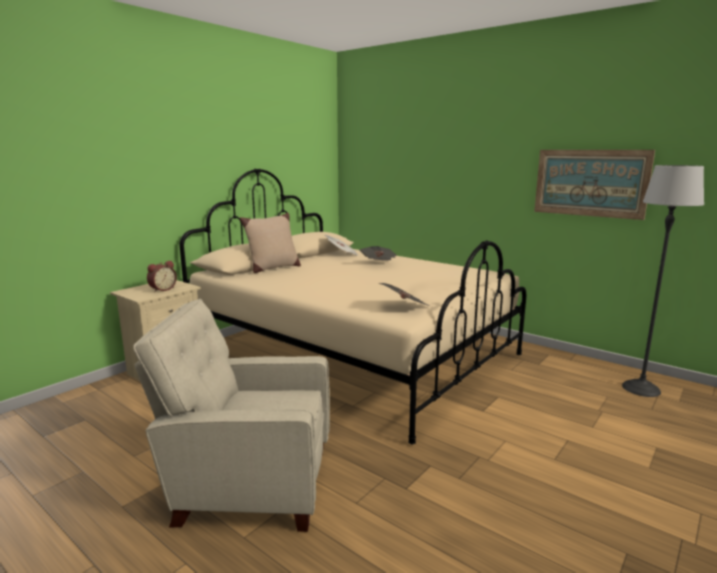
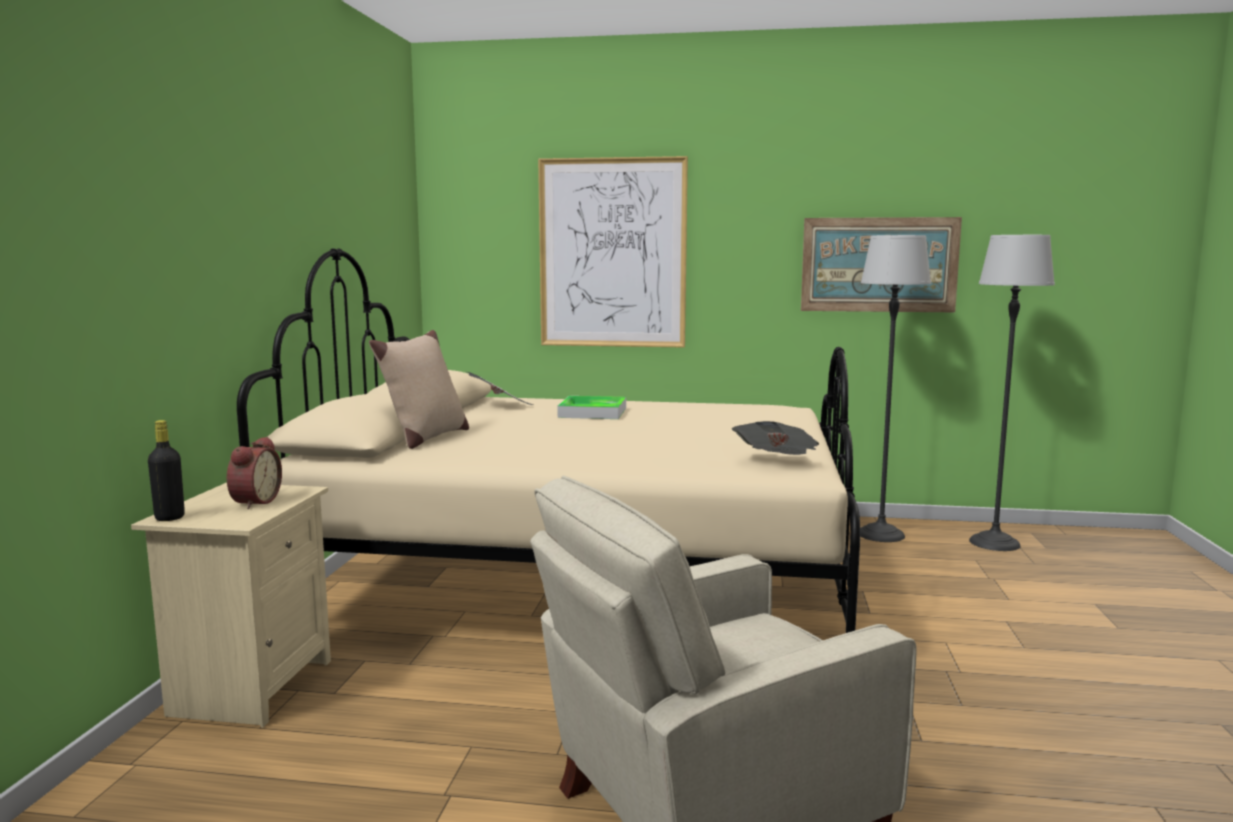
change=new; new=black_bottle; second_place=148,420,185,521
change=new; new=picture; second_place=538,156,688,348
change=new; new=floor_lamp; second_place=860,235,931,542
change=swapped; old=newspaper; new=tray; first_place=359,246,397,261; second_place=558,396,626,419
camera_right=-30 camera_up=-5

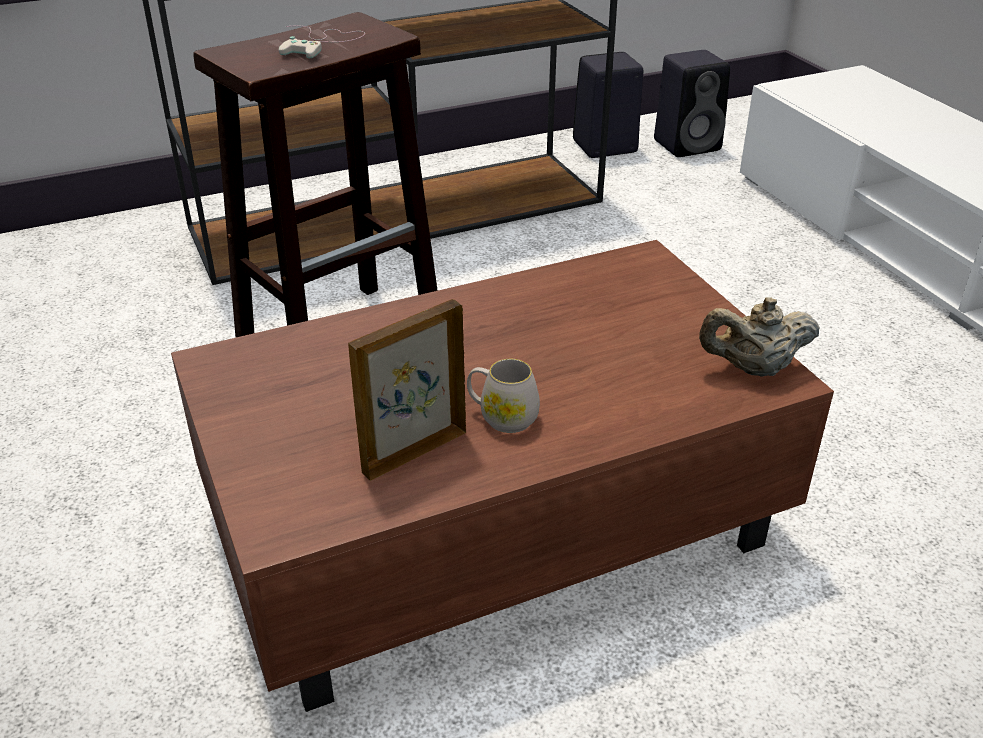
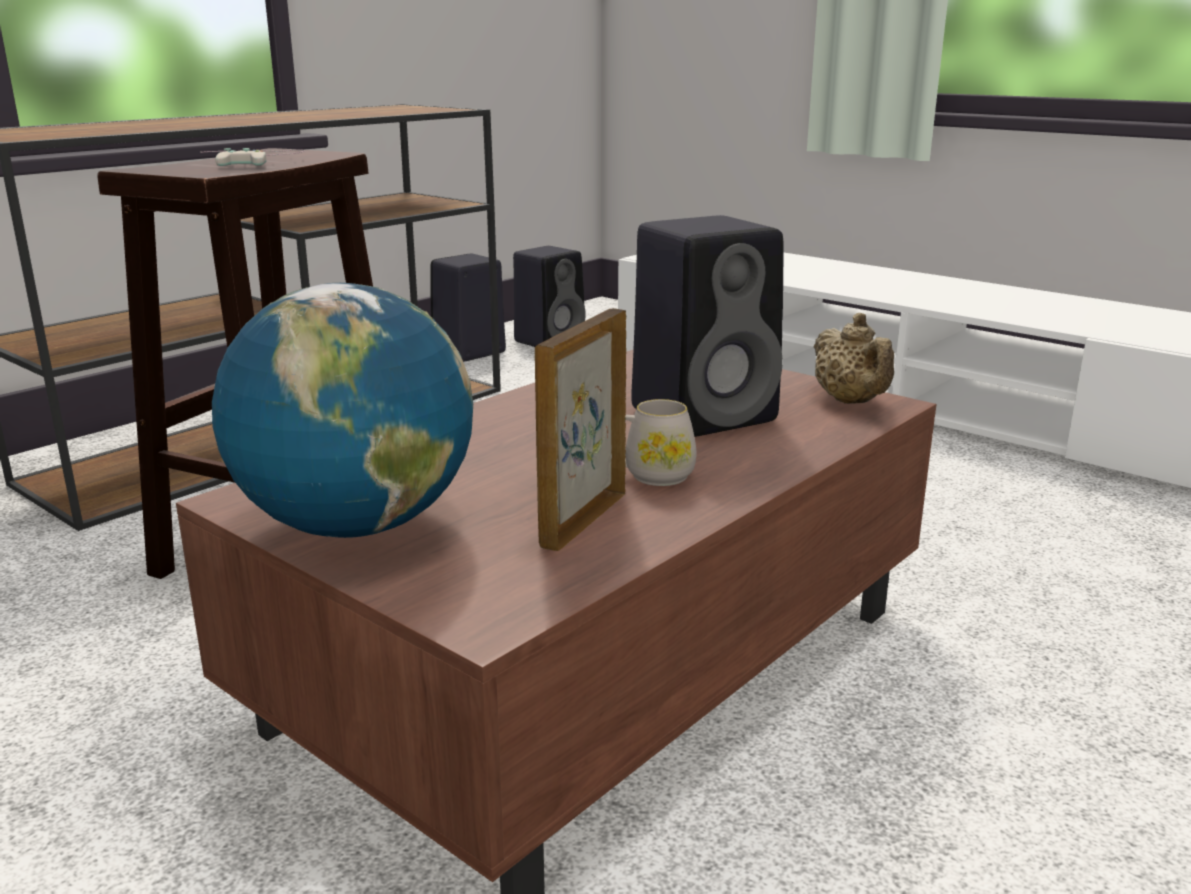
change=new; new=globe; second_place=212,283,473,538
change=new; new=black_speaker; second_place=631,215,784,437
change=rotated; old=beige_teapot; first_place=699,297,820,377; second_place=813,313,894,404; degrees=-75
camera_right=-25 camera_up=-15

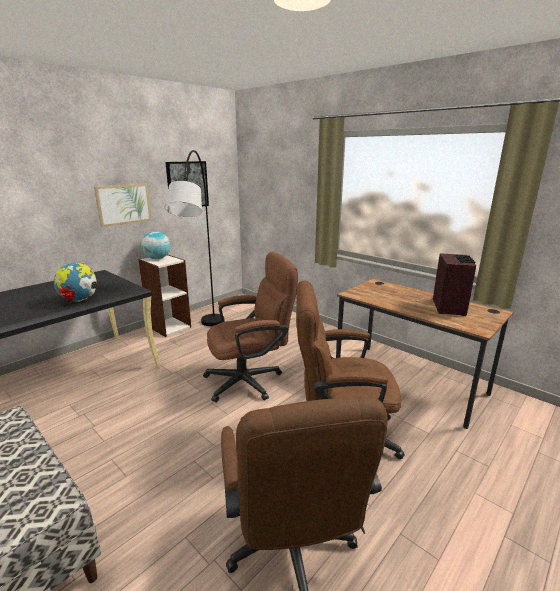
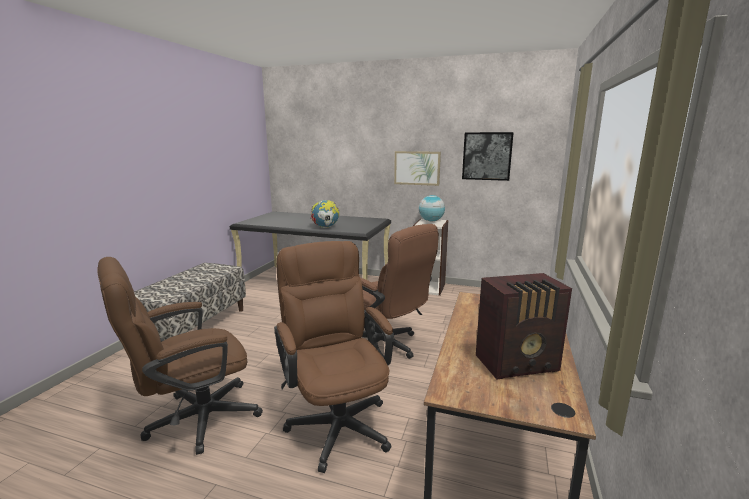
change=gone; old=grey_floor_lamp; first_place=164,150,224,326
camera_right=65 camera_up=-5

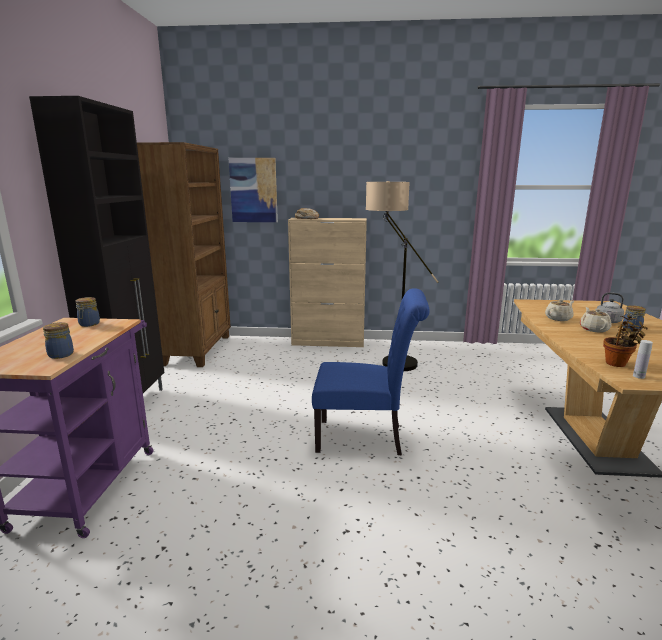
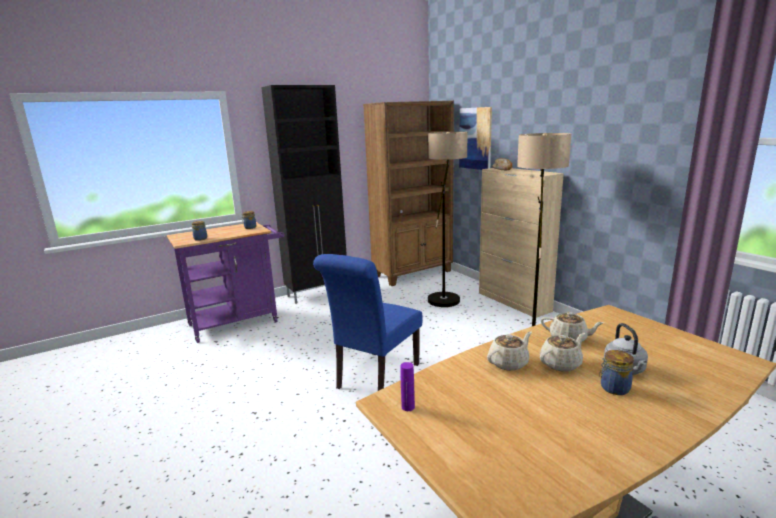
change=gone; old=potted_plant; first_place=603,315,648,367
change=new; new=floor_lamp; second_place=428,132,468,307
change=new; new=beige_teapot; second_place=487,331,532,371
change=repainted; old=white_bottle; new=purple_bottle; first_place=633,340,653,379; second_place=401,362,415,411
change=rotated; old=blue_chair; first_place=312,288,430,455; second_place=313,254,422,391; degrees=60
camera_right=55 camera_up=0

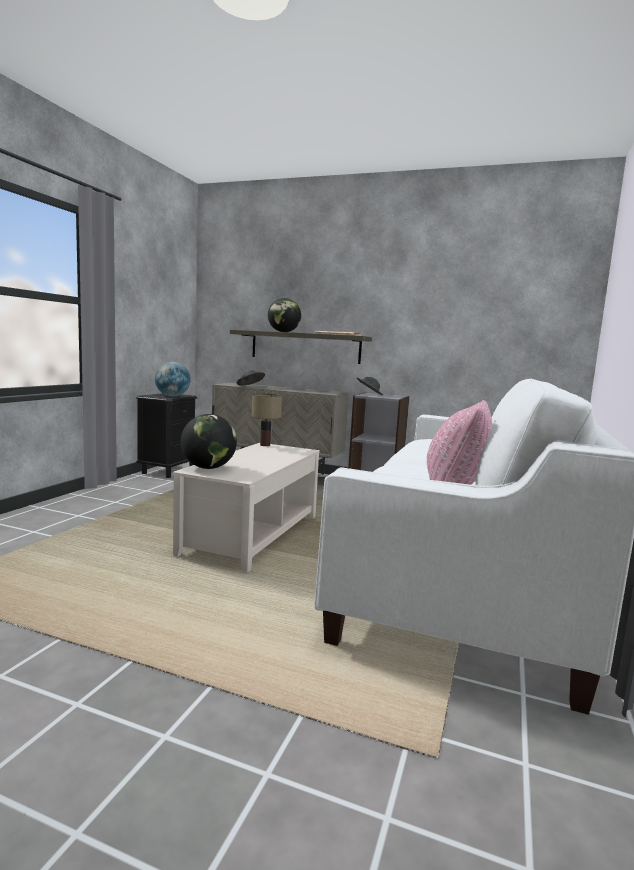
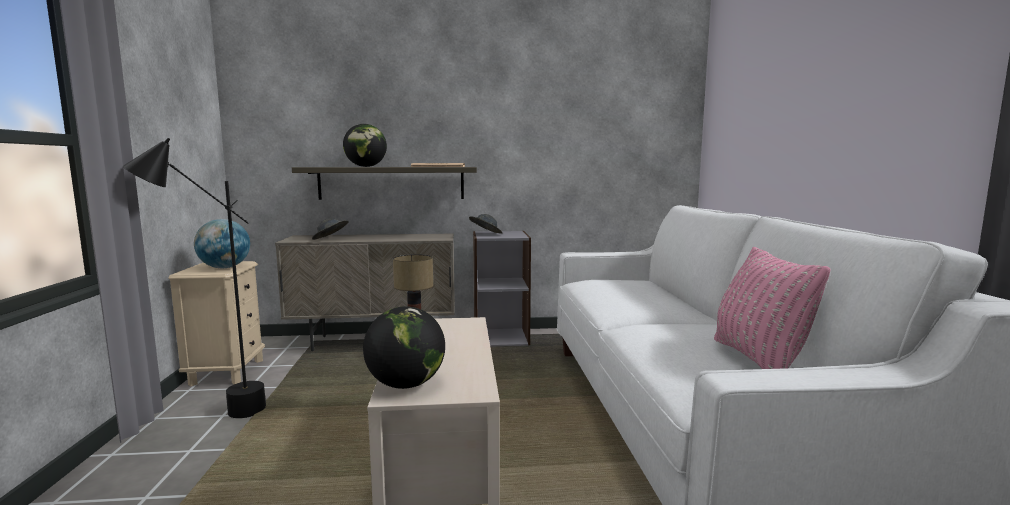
change=new; new=black_floor_lamp; second_place=123,138,266,418
change=repainted; old=black_nightstand; new=beige_nightstand; first_place=136,393,197,478; second_place=168,261,265,386
camera_right=-25 camera_up=0

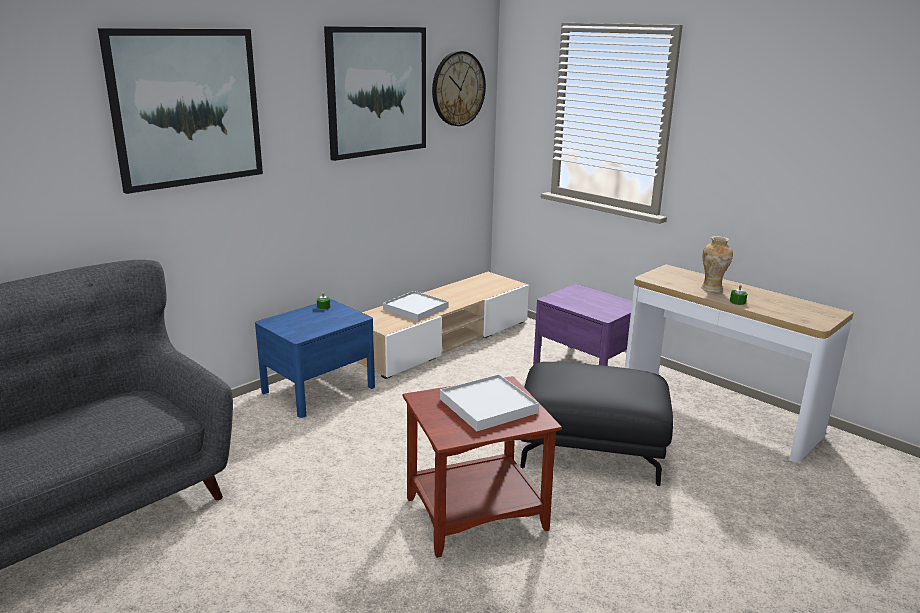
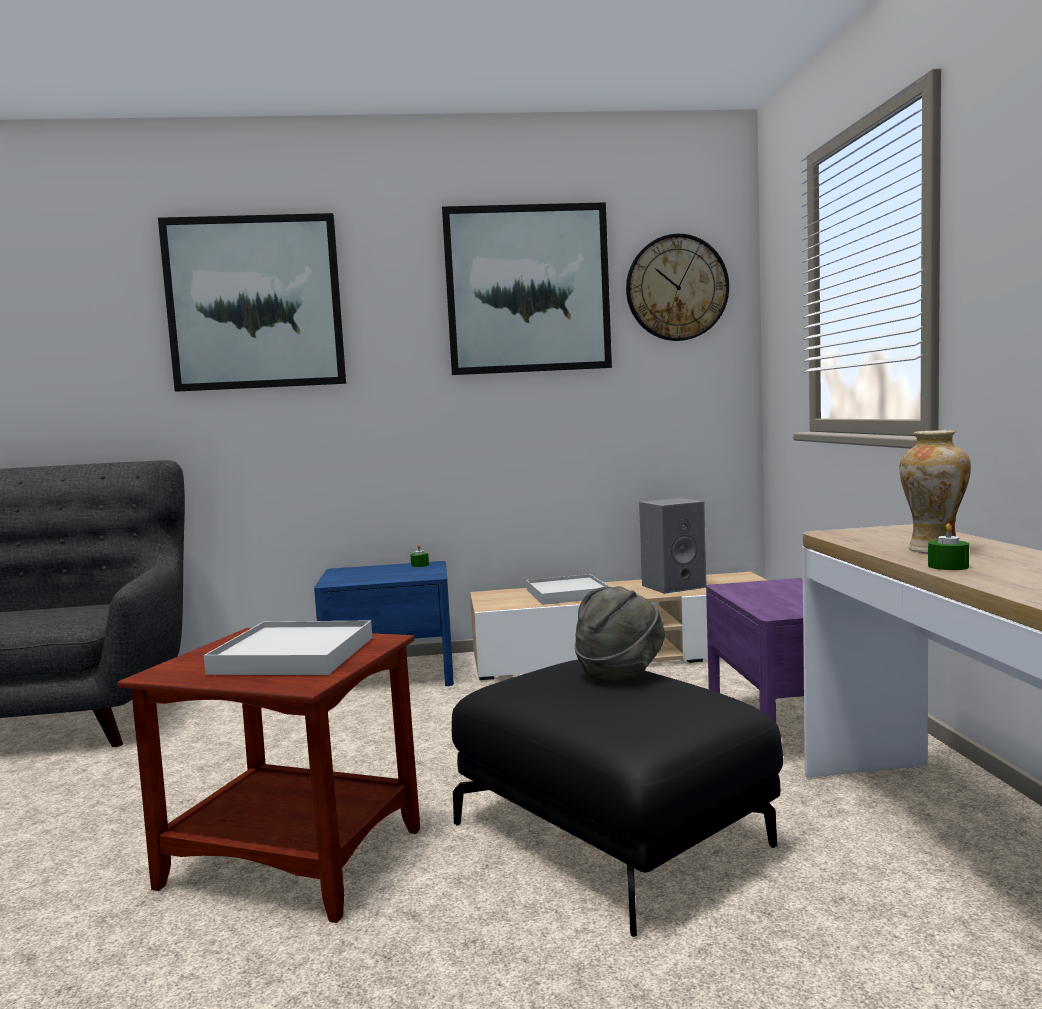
change=new; new=grey_hat; second_place=574,586,665,684
change=new; new=grey_speaker; second_place=639,498,706,594
camera_right=40 camera_up=-15

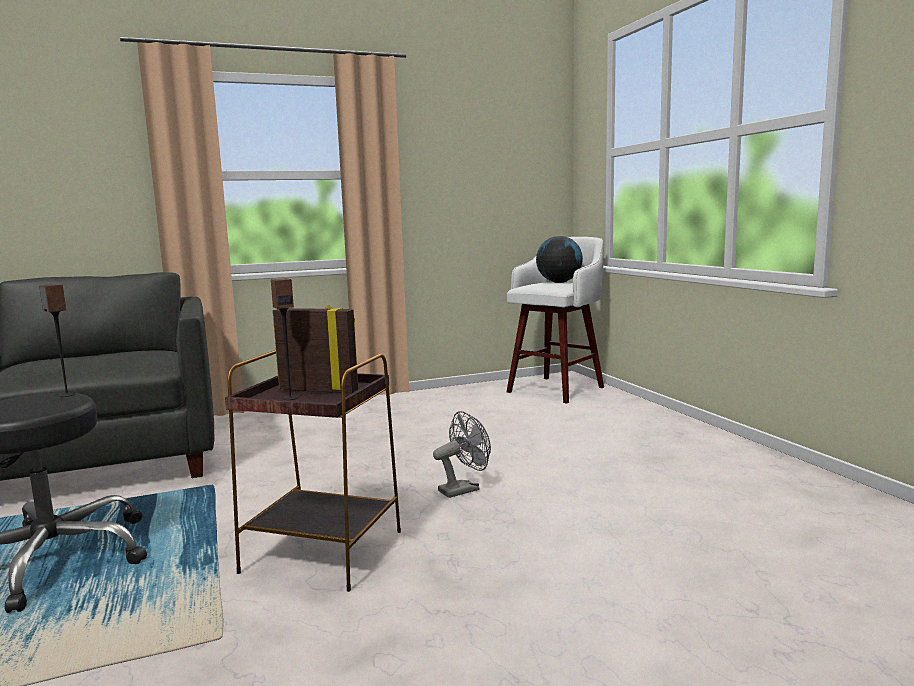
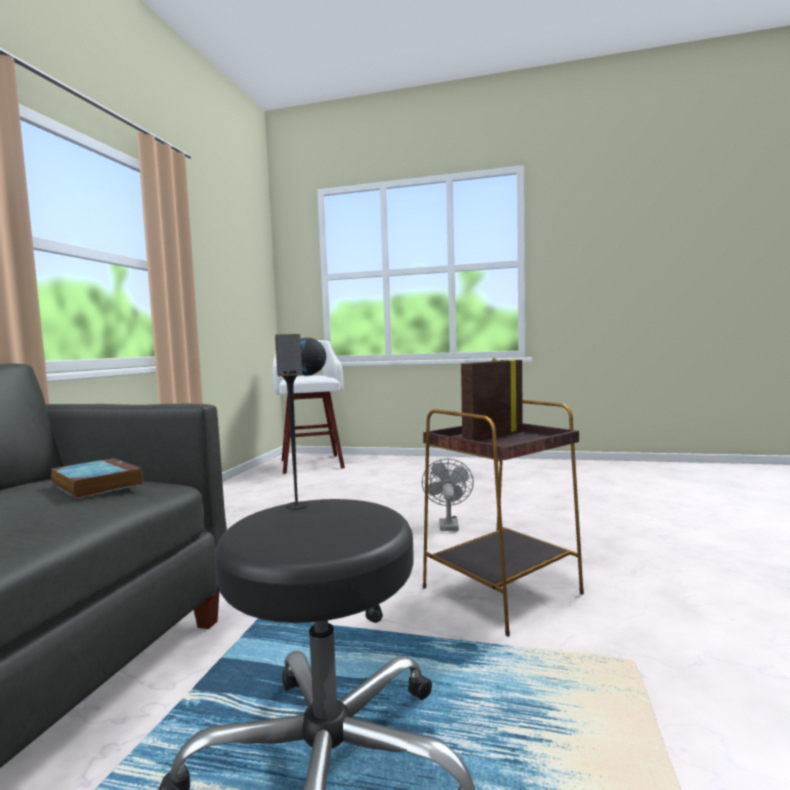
change=gone; old=speaker; first_place=271,278,298,400
change=new; new=book; second_place=51,458,143,499
camera_right=-55 camera_up=-5

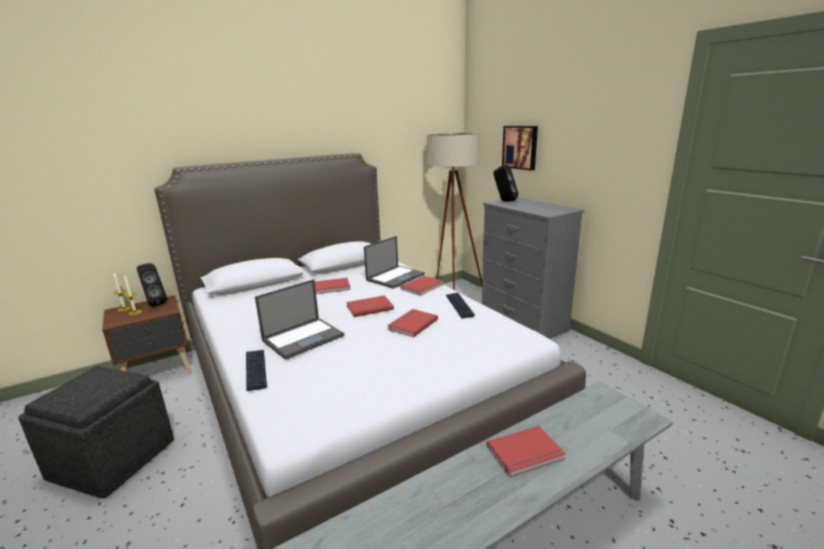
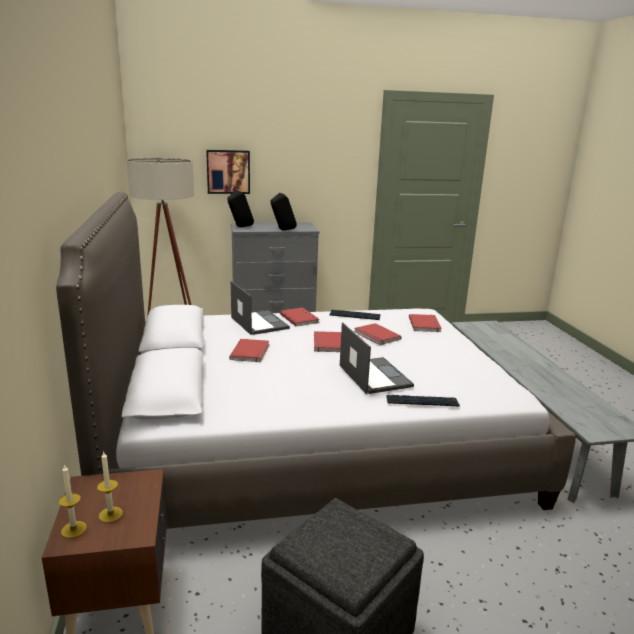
change=shifted; old=black_speaker; first_place=137,263,167,307; second_place=271,193,297,230
change=shifted; old=red_book; first_place=487,426,566,477; second_place=409,314,441,332
camera_right=-70 camera_up=0

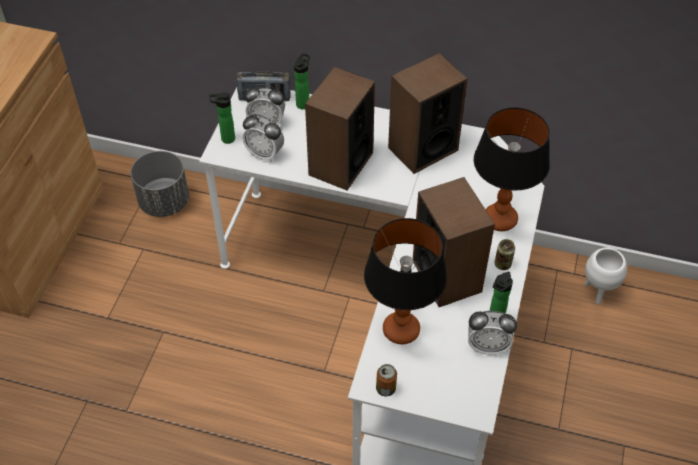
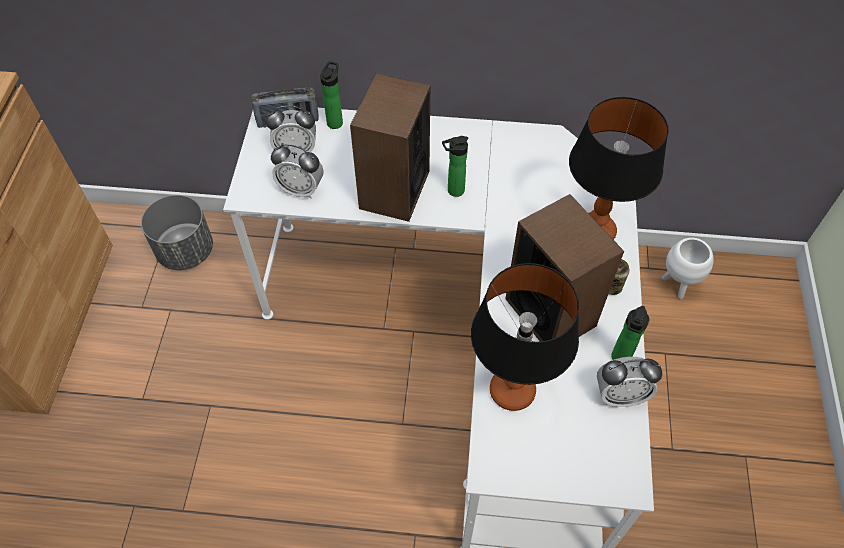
change=gone; old=can; first_place=376,364,397,396
change=gone; old=speaker; first_place=388,53,467,174
change=shifted; old=bottle; first_place=209,92,235,144; second_place=442,136,468,197
camera_right=-10 camera_up=5

